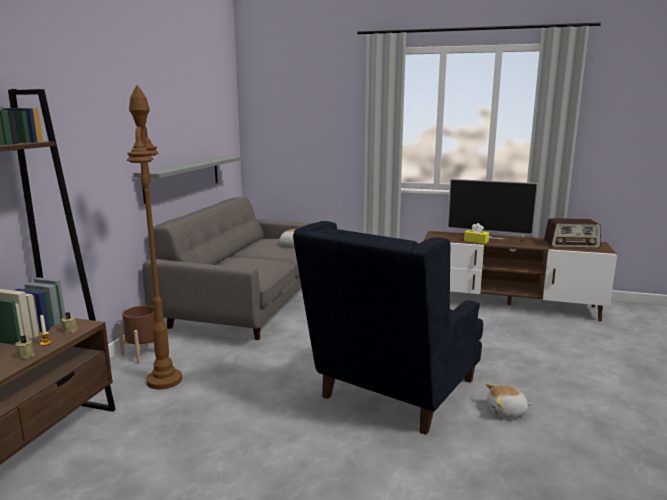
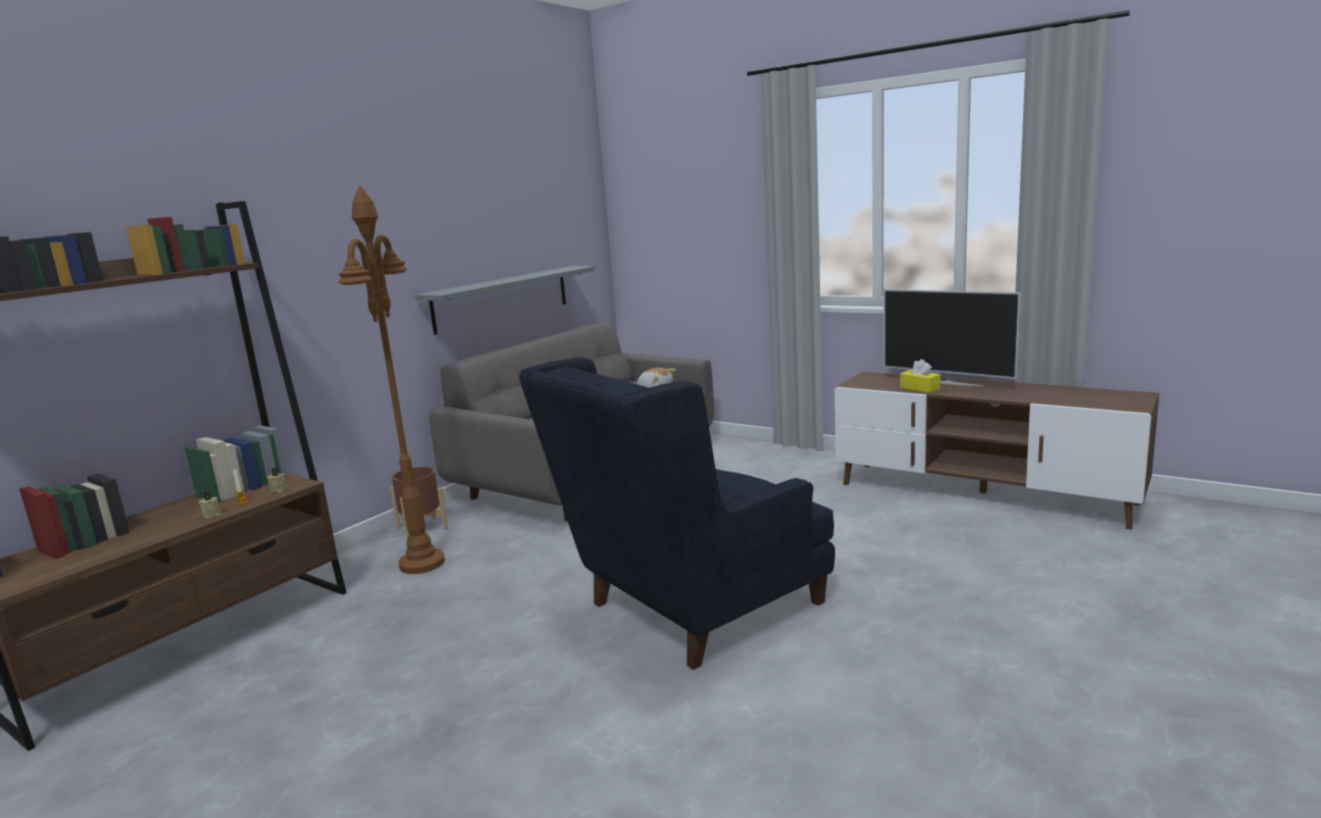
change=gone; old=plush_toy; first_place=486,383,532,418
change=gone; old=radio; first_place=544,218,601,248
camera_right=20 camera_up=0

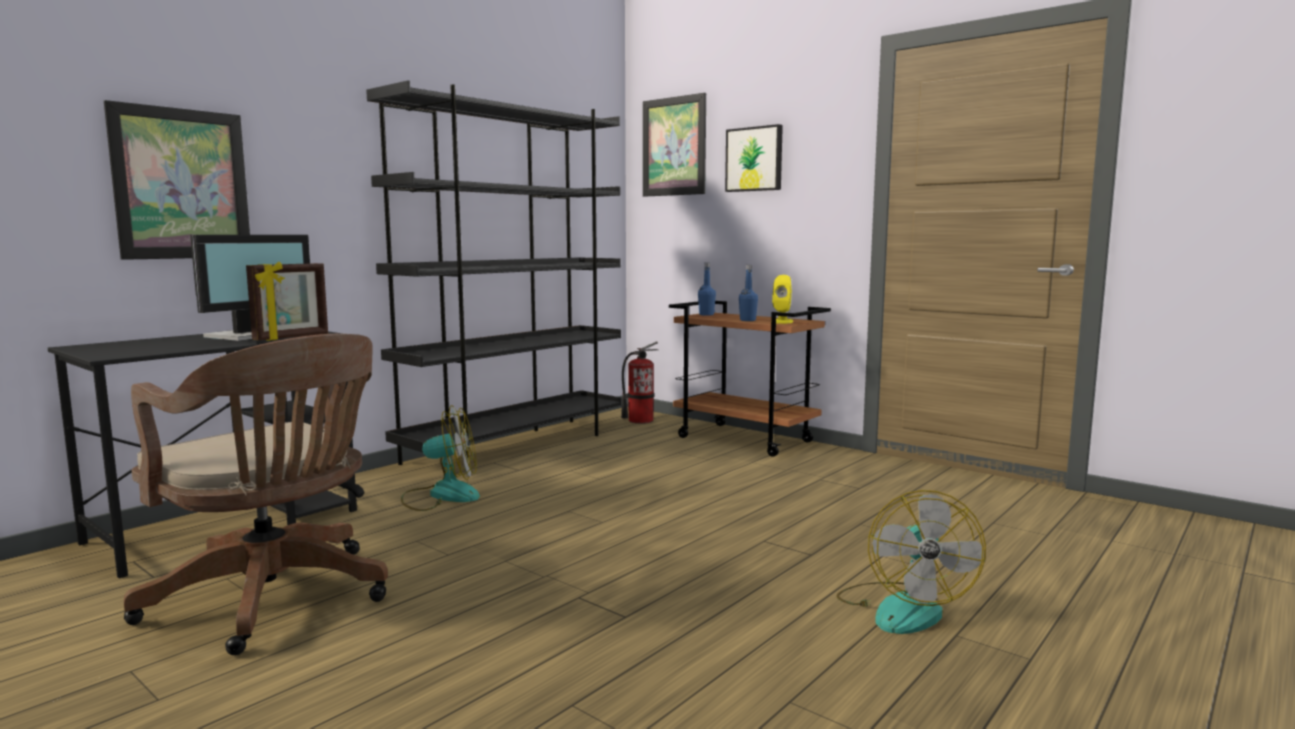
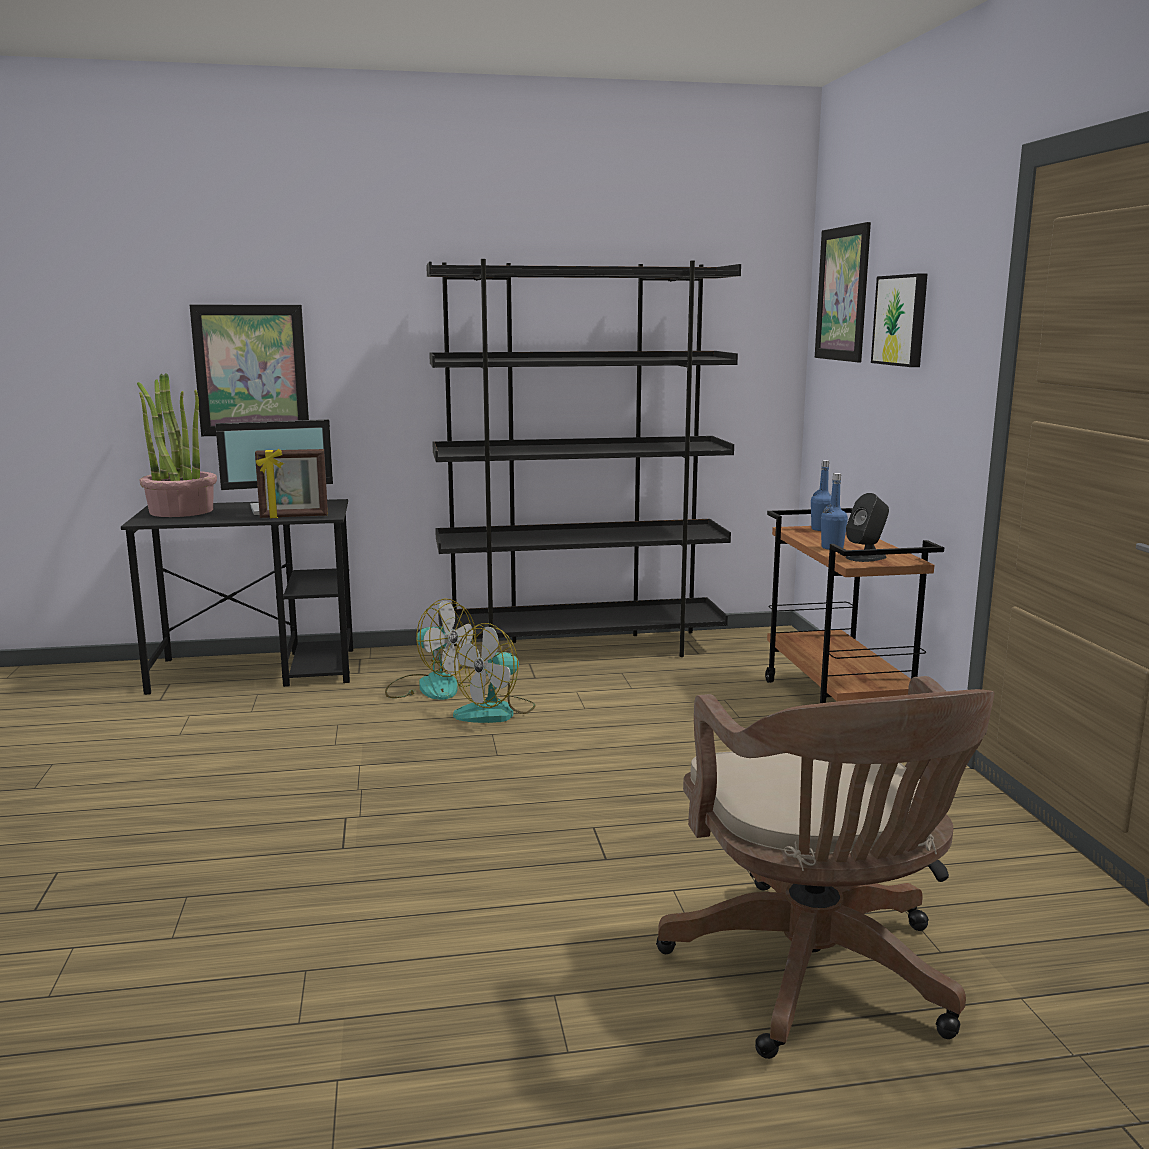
change=gone; old=fire_extinguisher; first_place=621,341,658,424
change=new; new=potted_plant; second_place=137,373,217,517
change=shifted; old=brown_office_chair; first_place=124,334,388,655; second_place=656,676,994,1059
change=shifted; old=fan; first_place=836,490,986,634; second_place=453,623,536,723
change=repainted; old=yellow_speaker; new=black_speaker; first_place=772,275,793,324; second_place=846,493,889,562
camera_right=40 camera_up=5

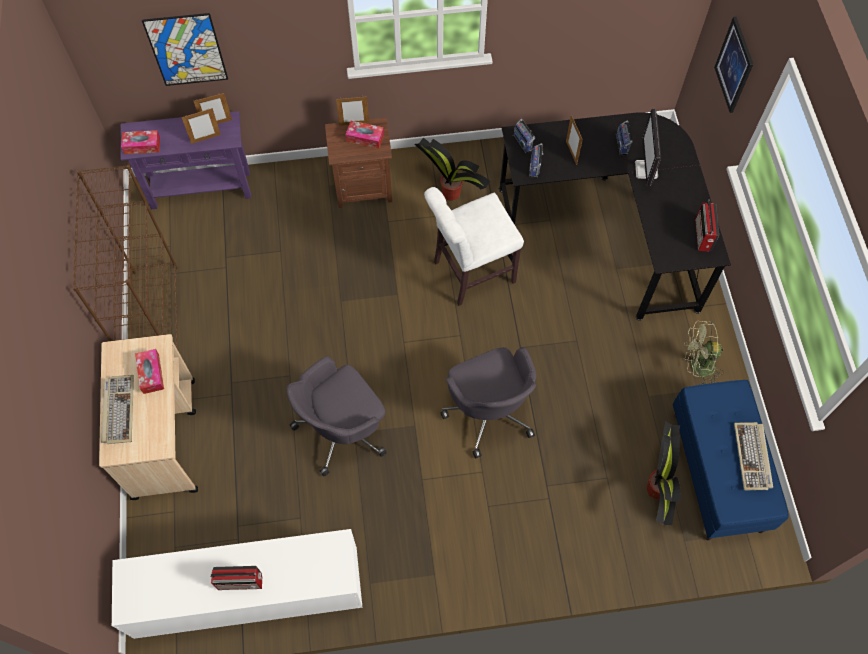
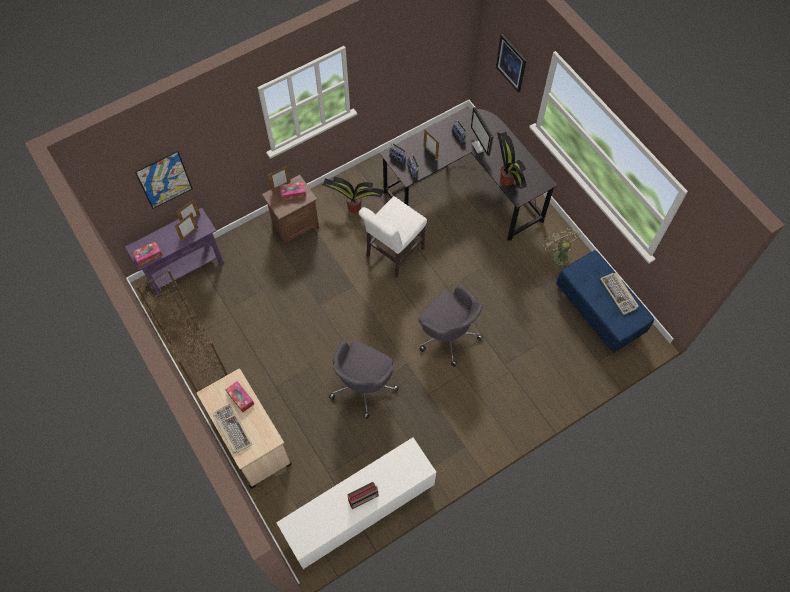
change=gone; old=radio; first_place=695,200,719,251
change=shifted; old=potted_plant; first_place=647,421,681,525; second_place=497,132,527,189
change=rotated; old=green_fan; first_place=684,321,724,384; second_place=543,227,580,269; degrees=90
camera_right=-25 camera_up=0

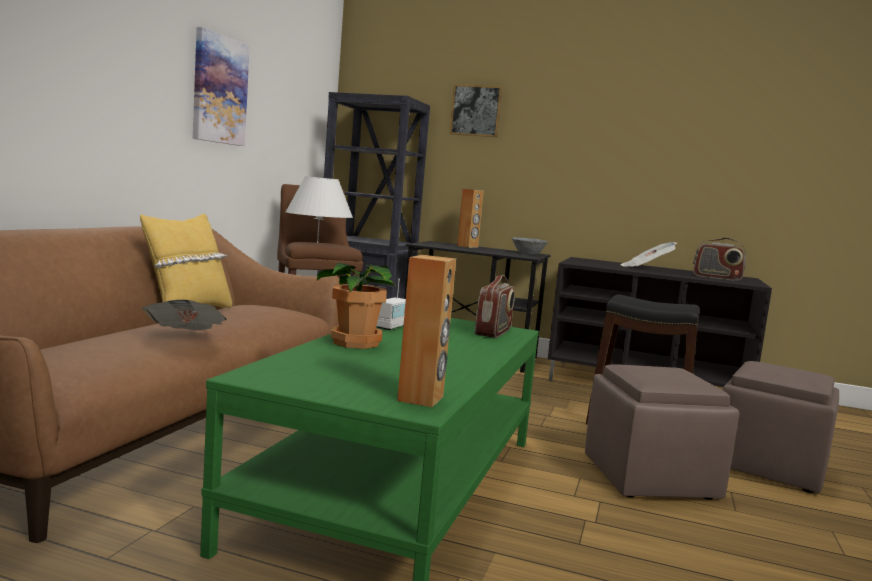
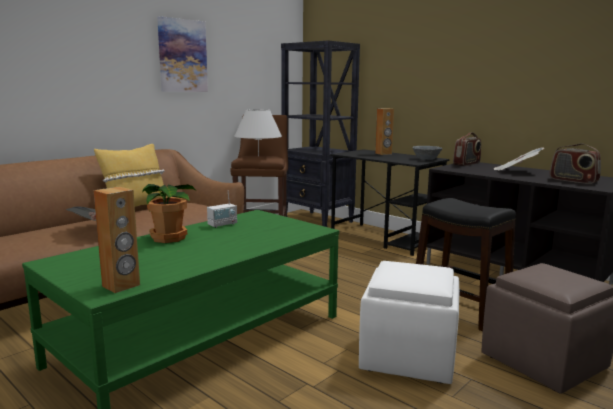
change=gone; old=picture; first_place=450,84,502,137
change=shifted; old=radio; first_place=475,275,515,338; second_place=453,132,481,166
change=repainted; old=brown_ottoman; new=white_ottoman; first_place=585,364,739,500; second_place=359,261,460,384
camera_right=25 camera_up=5

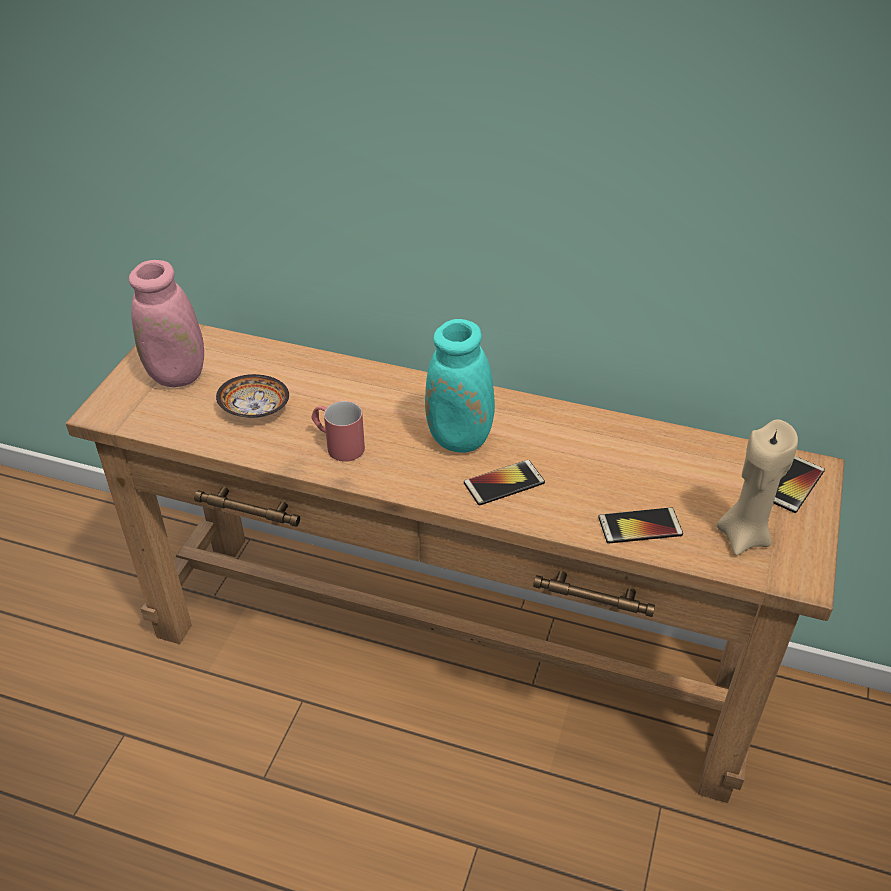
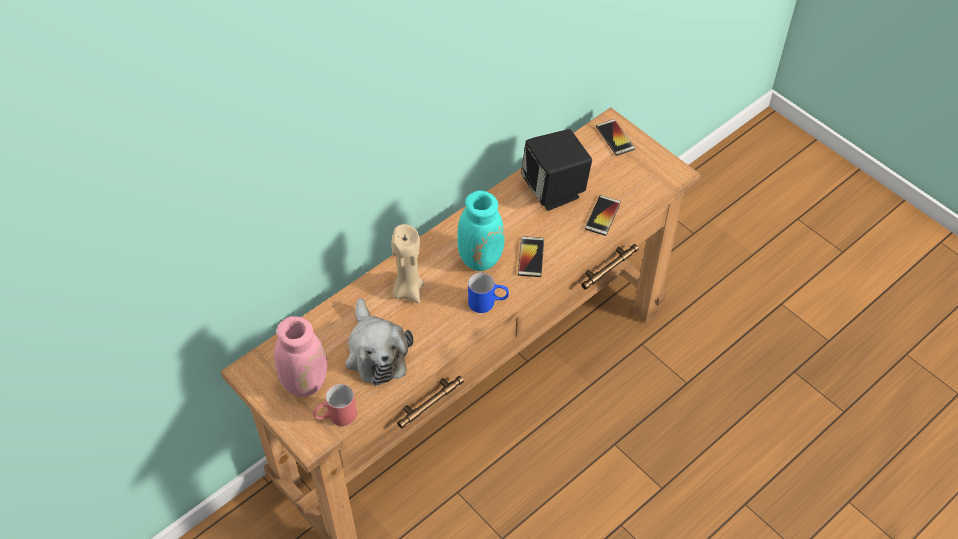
change=new; new=blue_mug; second_place=468,273,509,313
change=new; new=black_speaker; second_place=521,129,592,211
change=shifted; old=red_mug; first_place=312,401,365,462; second_place=313,384,357,426
change=shifted; old=beige_candle; first_place=717,419,798,555; second_place=391,224,424,303
change=swapped; old=bowl; new=plush_toy; first_place=216,374,289,418; second_place=345,298,413,386
camera_right=-60 camera_up=10

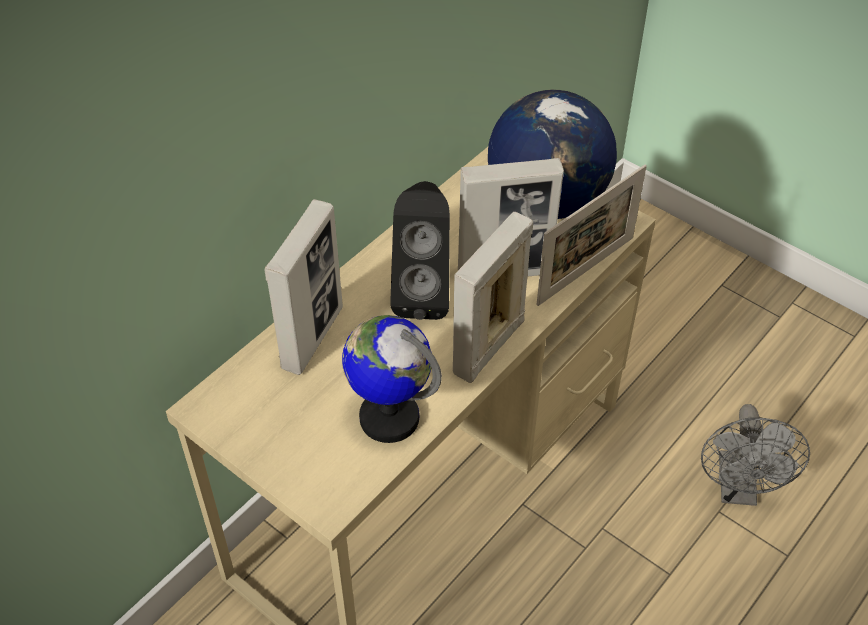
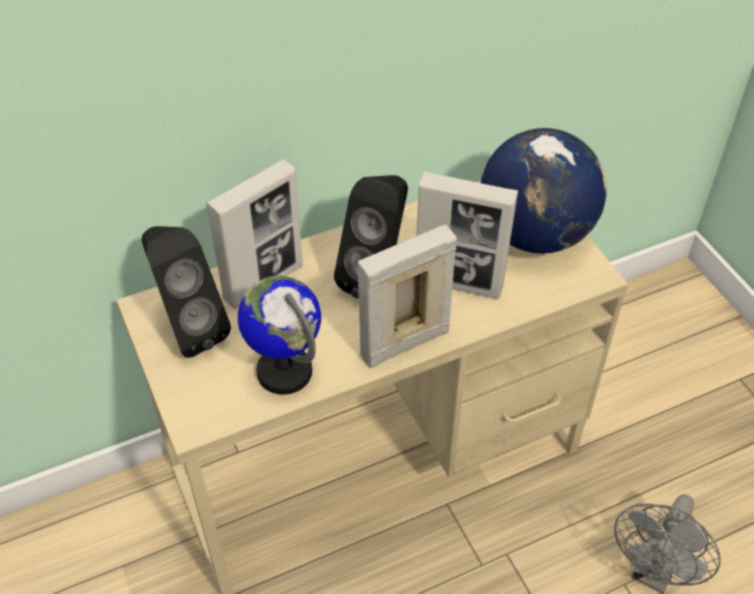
change=gone; old=picture_frame; first_place=537,164,647,306
change=new; new=black_speaker; second_place=141,226,231,358
camera_right=25 camera_up=0

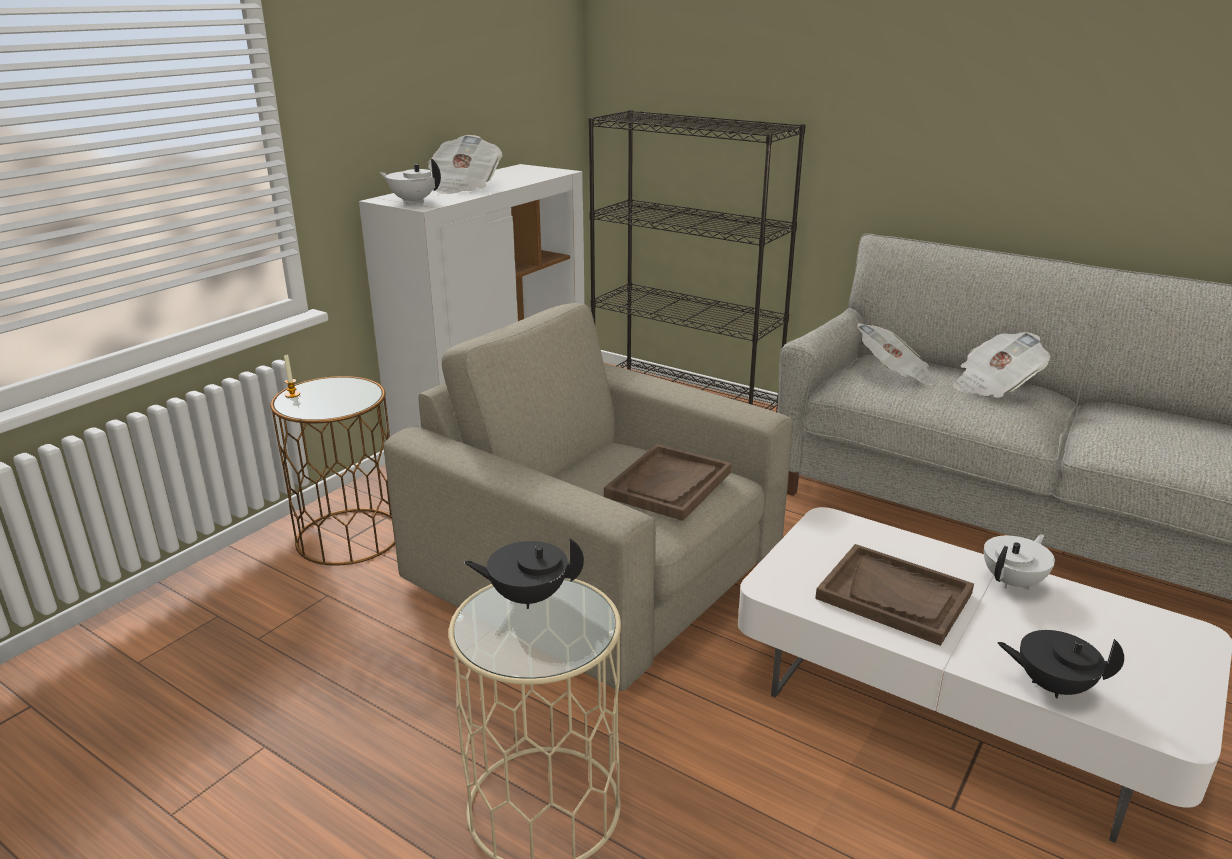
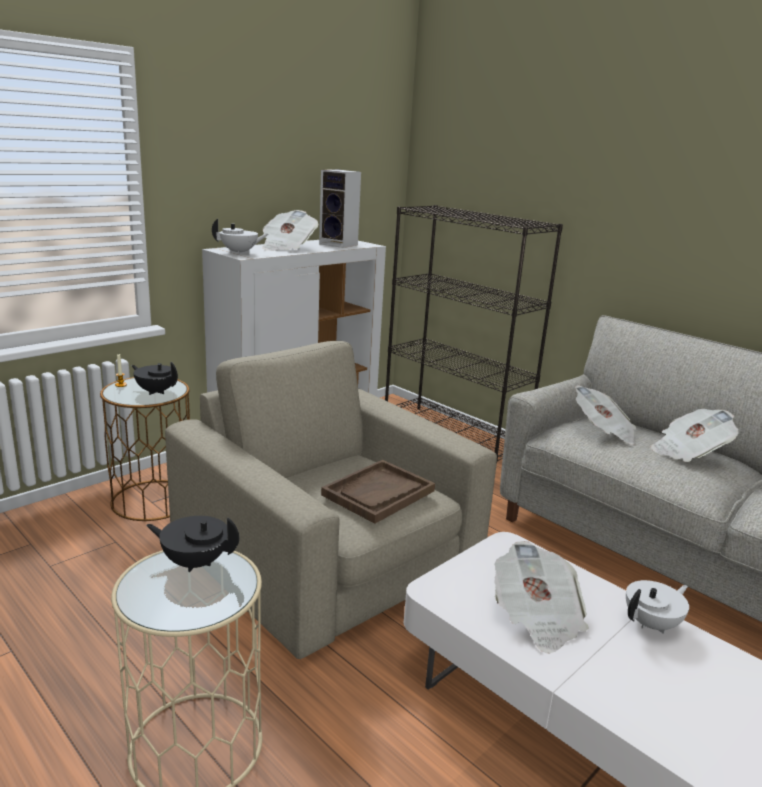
change=new; new=speaker; second_place=319,169,361,248
change=shifted; old=black_teapot; first_place=997,630,1124,699; second_place=131,362,178,395
change=swapped; old=brown_tray; new=newspaper; first_place=815,544,974,646; second_place=494,541,589,654
change=rotated; old=white_teapot; first_place=379,159,441,204; second_place=212,219,268,255; degrees=135
camera_right=10 camera_up=-5

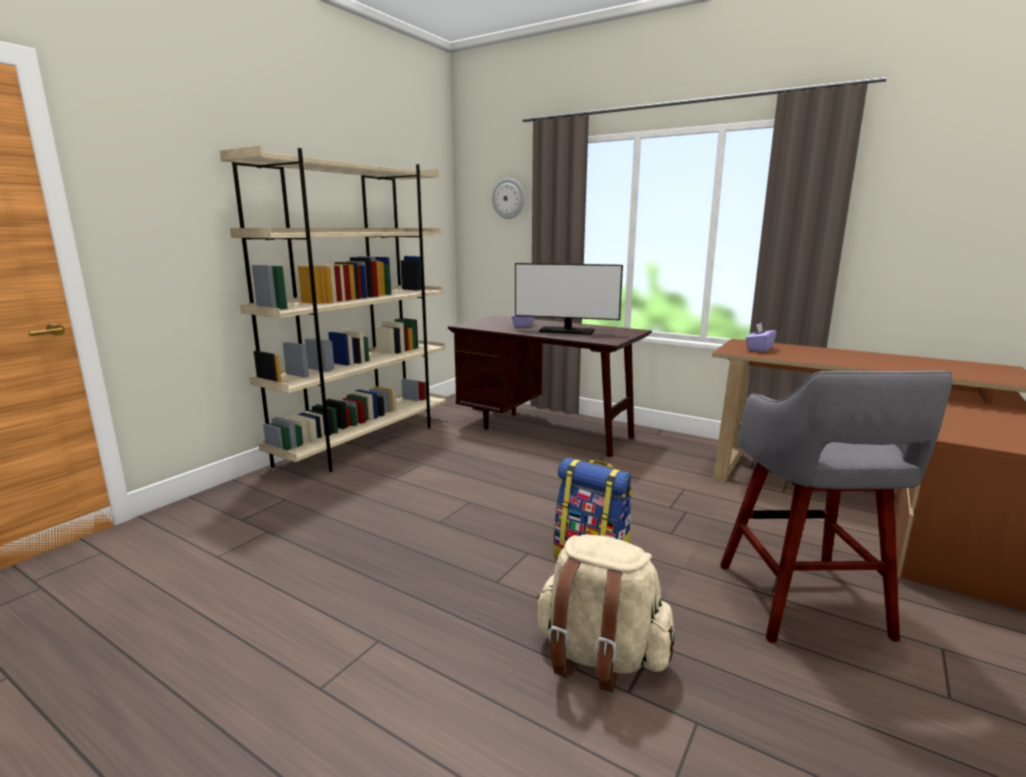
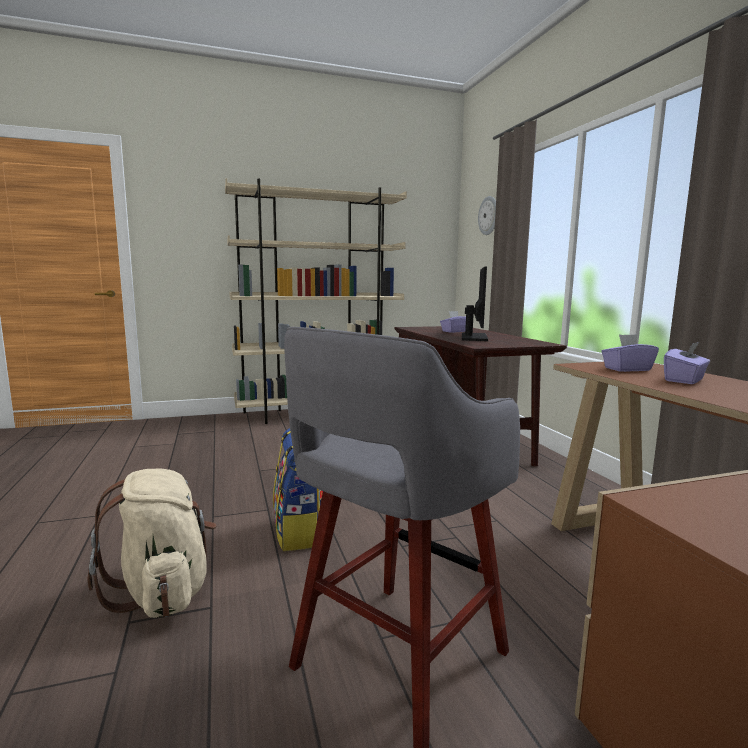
change=new; new=purple_tissue_box; second_place=664,342,710,384
change=rotated; old=monitor; first_place=515,263,623,335; second_place=462,267,488,341; degrees=-135
camera_right=40 camera_up=-5

